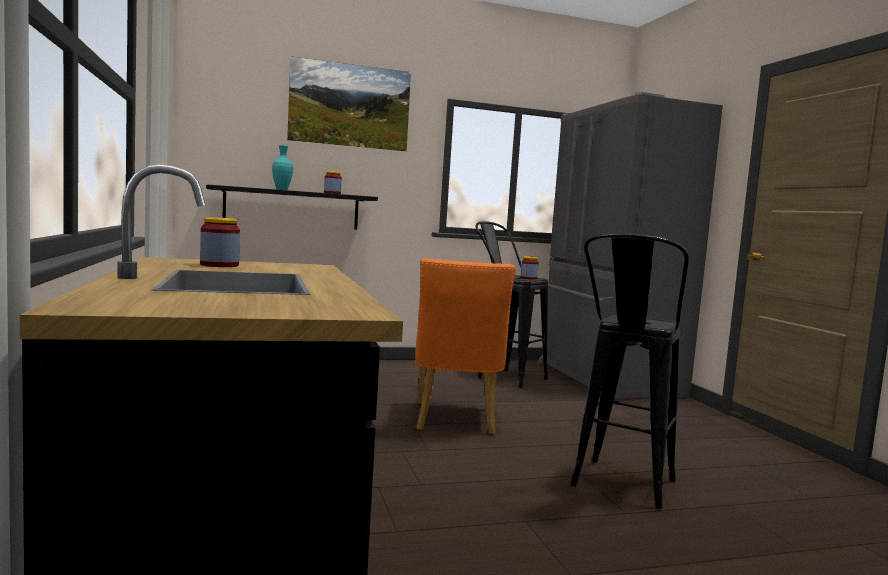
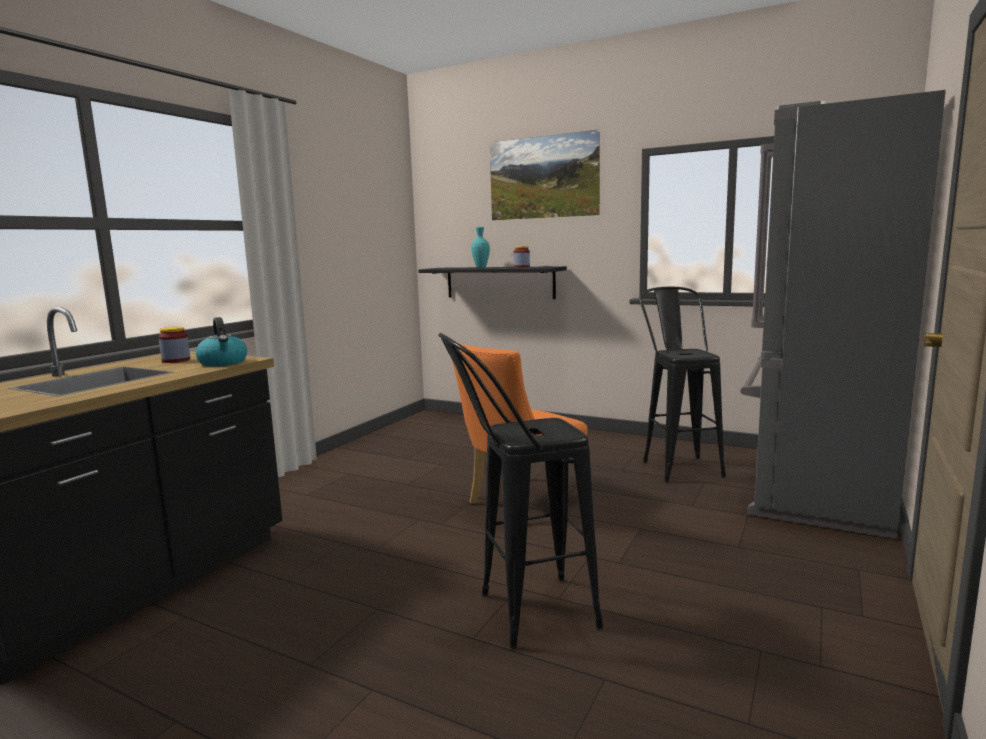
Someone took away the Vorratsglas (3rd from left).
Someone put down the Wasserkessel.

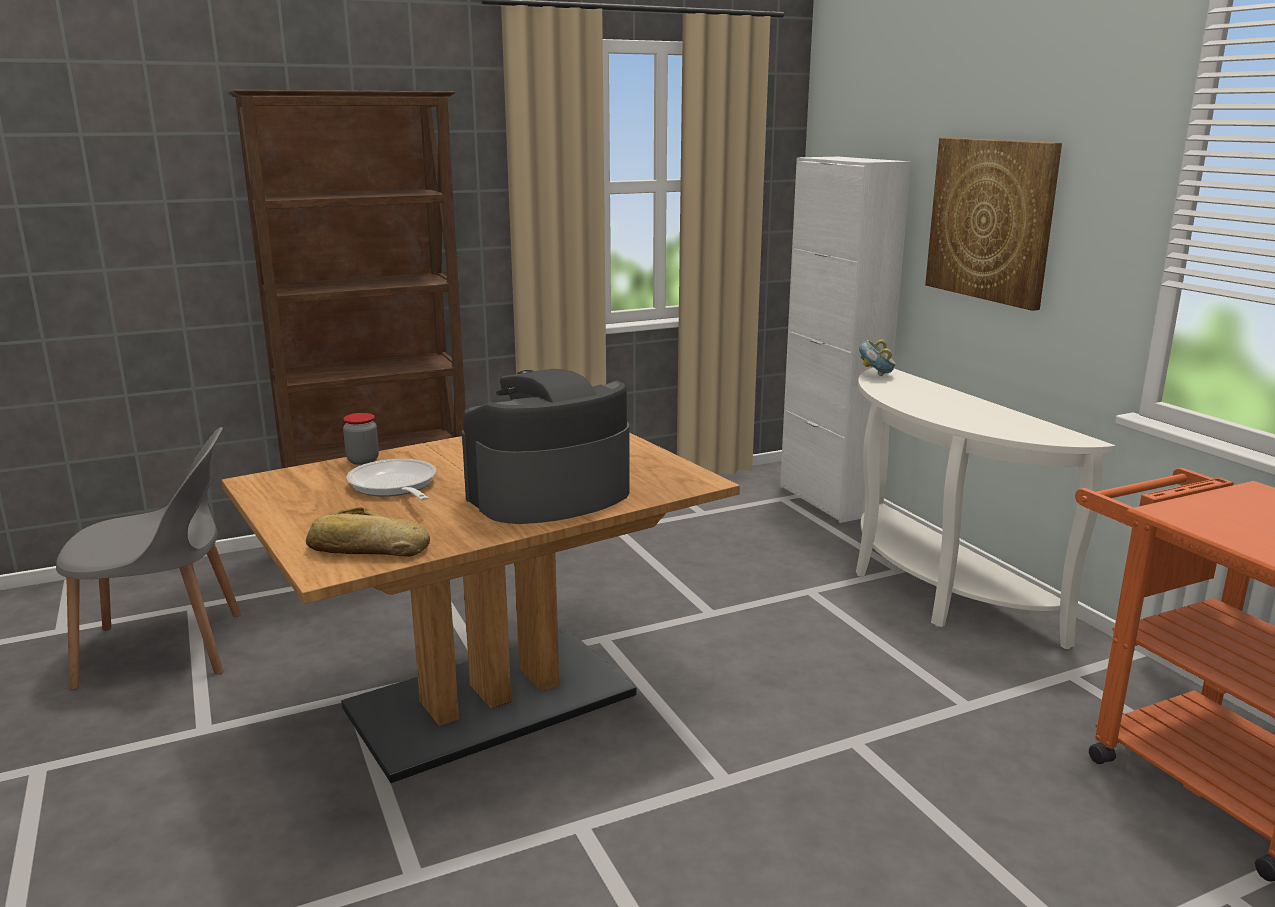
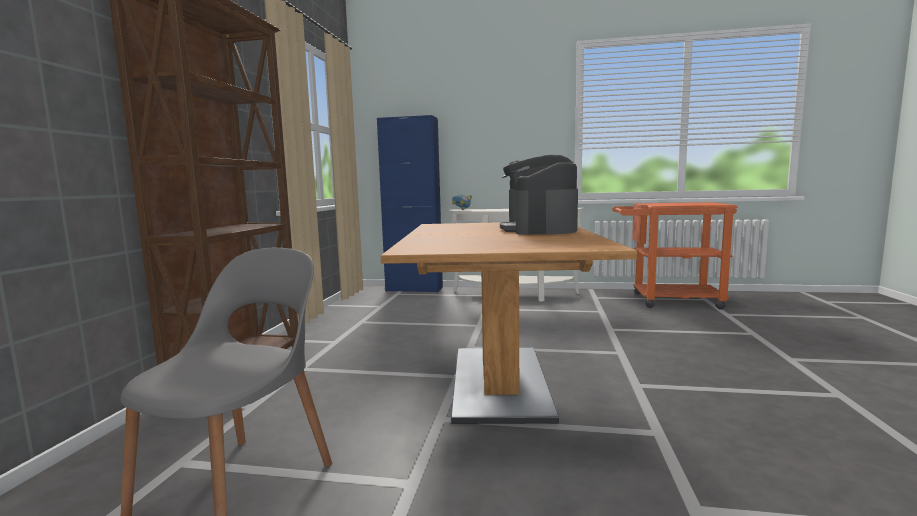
Someone took away the Bild.
Someone repainted the Schrank (weiß), which became the Schrank (blau).
Someone took away the Vorratsglas.
Someone took away the Pfanne.
Someone took away the Brot.

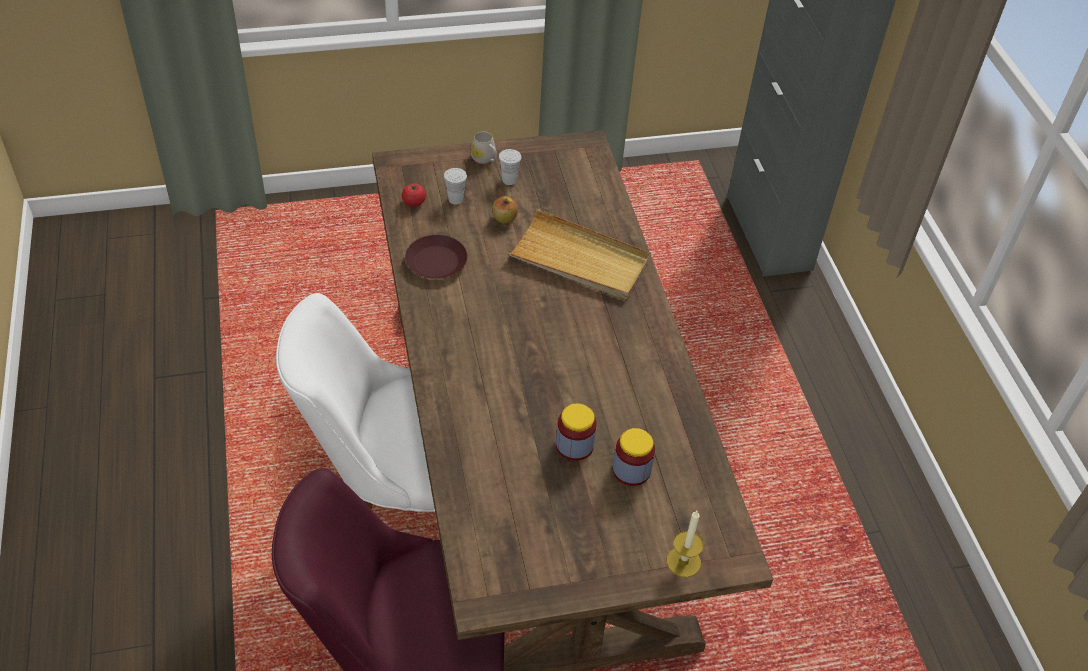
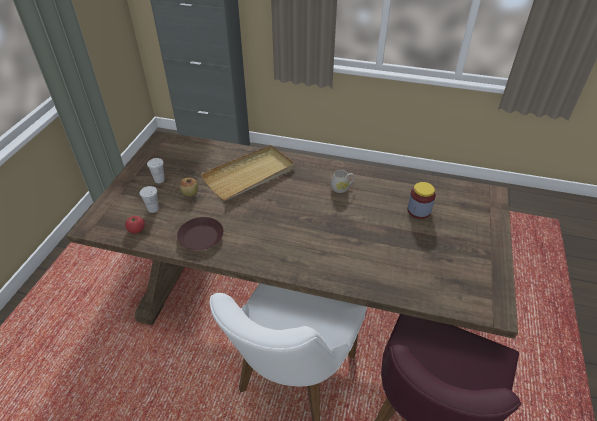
Someone carried the Henkelbecher (weiß).
Someone took away the Vorratsglas (1st from left).
Someone took away the Kerze.

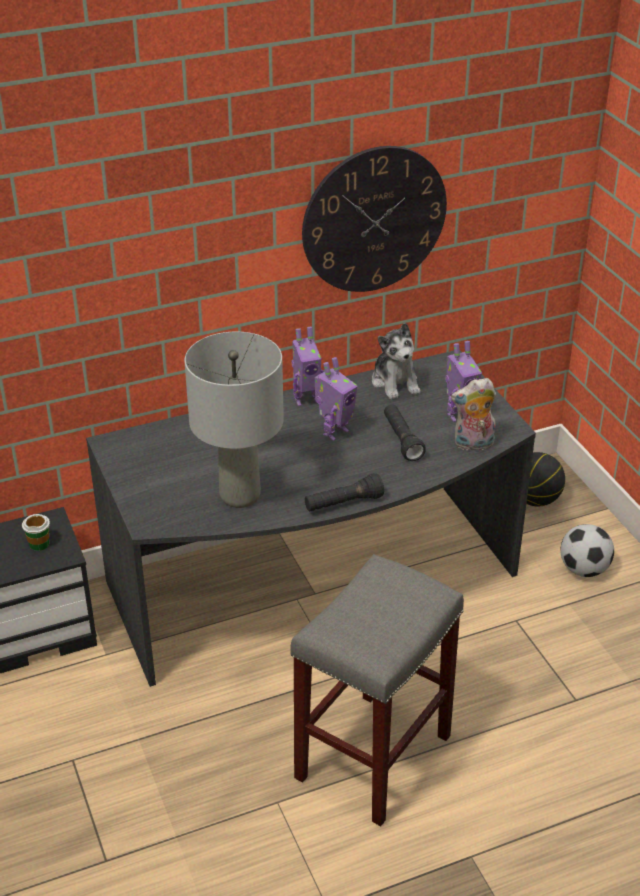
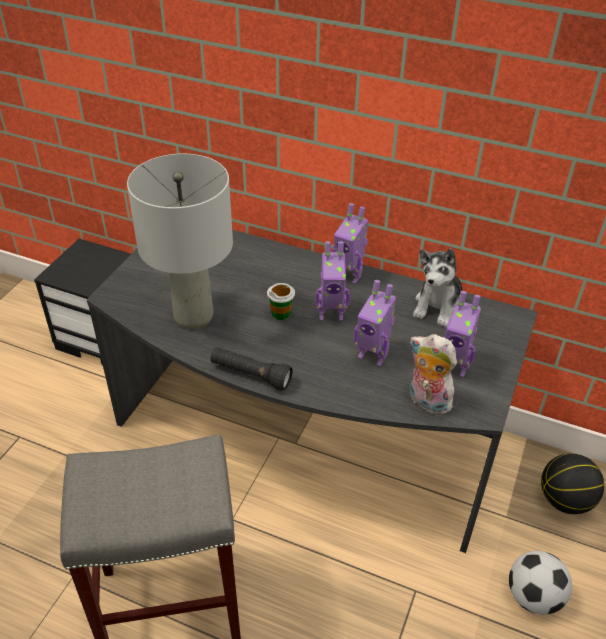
Someone took away the Wanduhr.
Someone swapped the Taschenlampe (schwarz) (2nd from left) for the Spielzeugroboter (3rd from left).
Someone carried the Tasse.

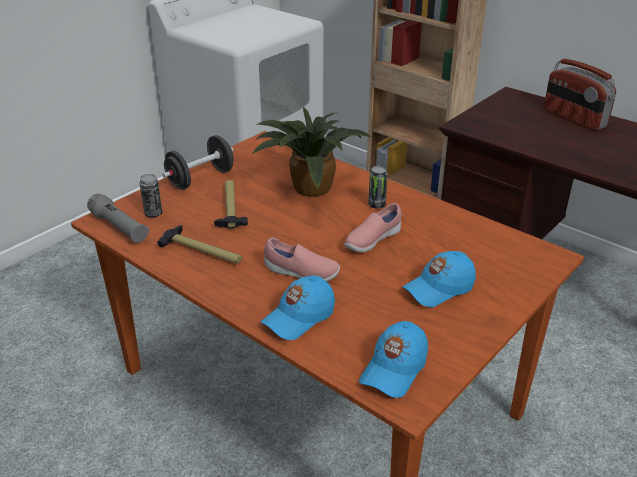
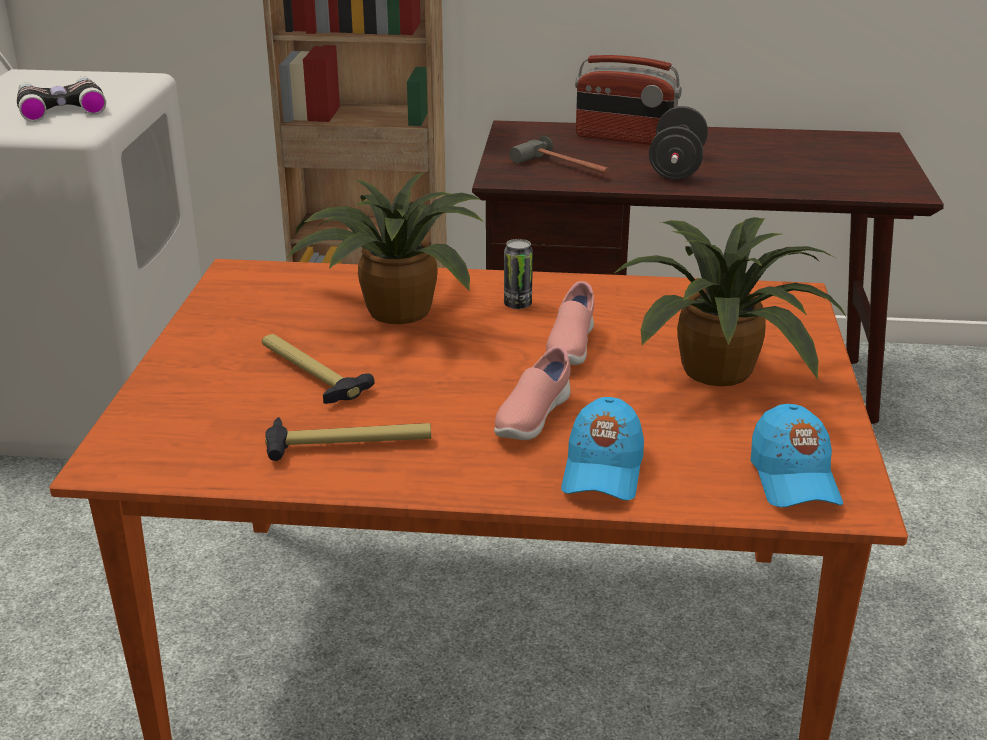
Someone carried the Hantel (schwarz).
Someone took away the Dose (1st from left).
Someone took away the Taschenlampe (grau).
Someone rotated the Schuh (rosa) (1st from left) by 135 degrees clockwise.
Someone swapped the Kappe (blau) (3rd from left) for the Topfpflanze (2nd from left).
Someone put down the Fernglas.
Someone put down the Hammer (3rd from left).

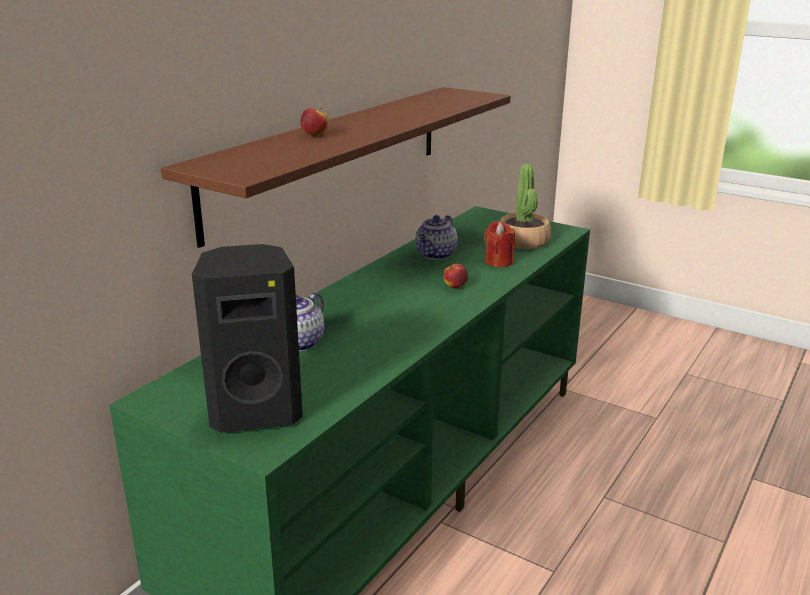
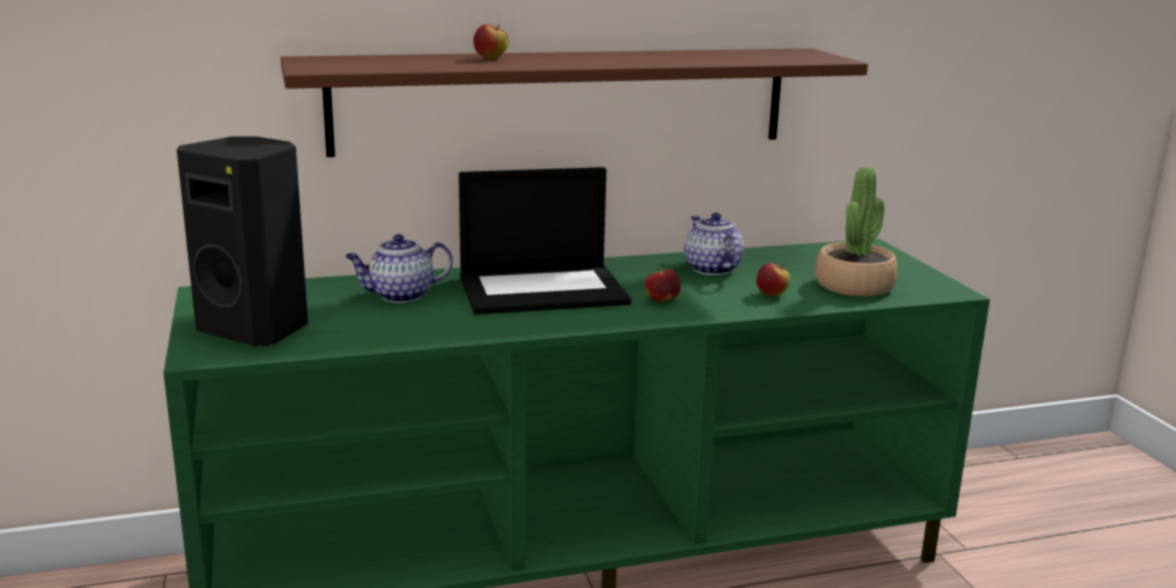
Someone rotated the Teekanne (2nd from left) by 90 degrees clockwise.
Someone swapped the Kerze (rot) for the Apfel (3rd from left).
Someone put down the Laptop.

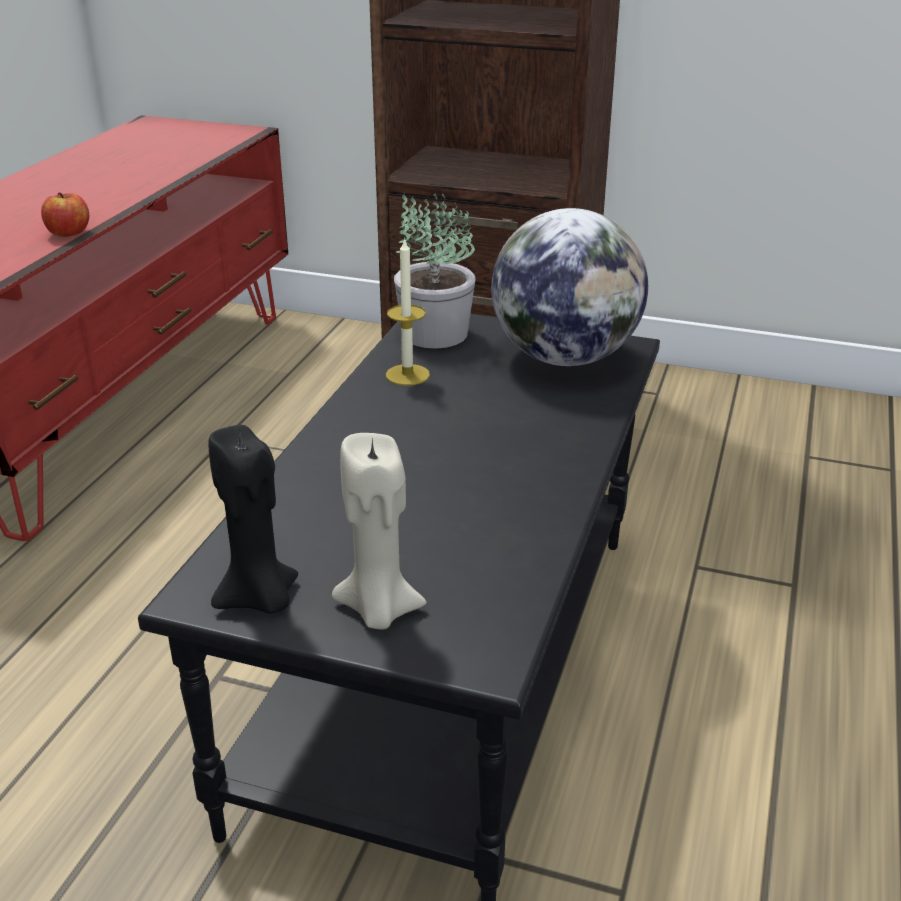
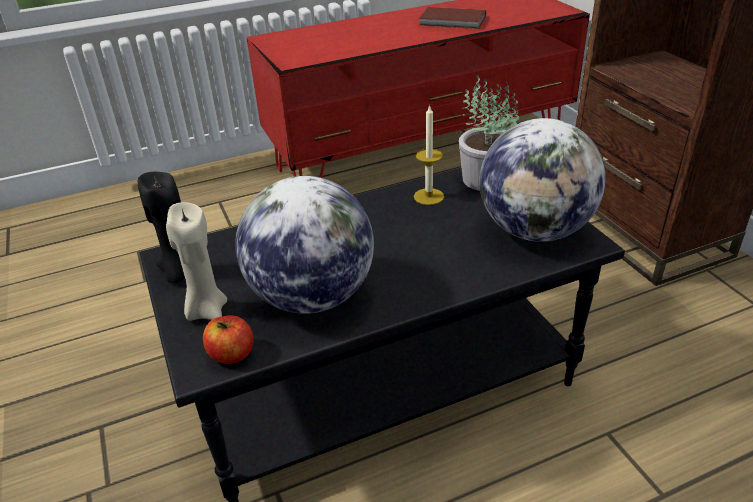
Someone carried the Apfel.
Someone put down the Buch (braun).
Someone put down the Globus (1st from left).

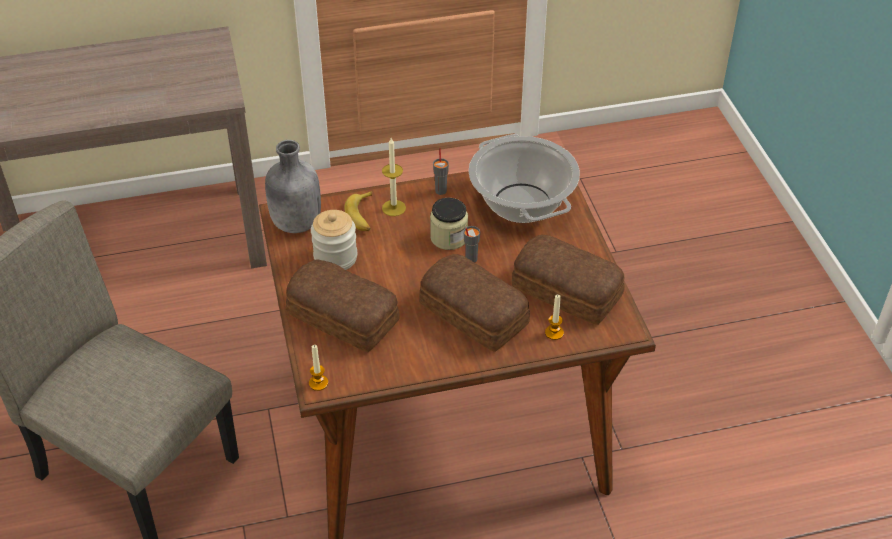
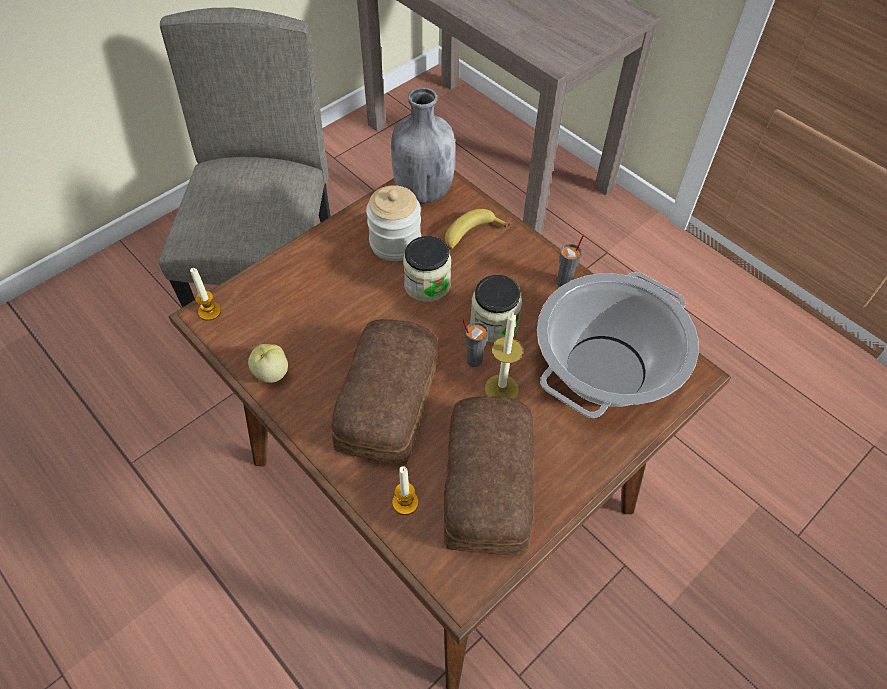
Someone carried the Kerze (2nd from left in the first image).
Someone took away the Brot (1st from left).
Someone put down the Vorratsglas (2nd from left).
Someone put down the Apfel.

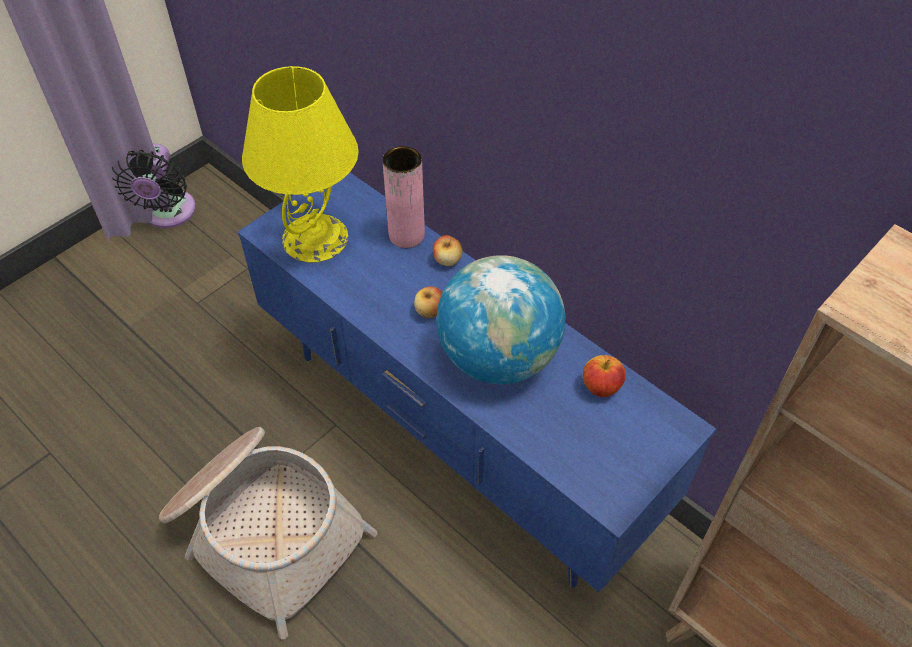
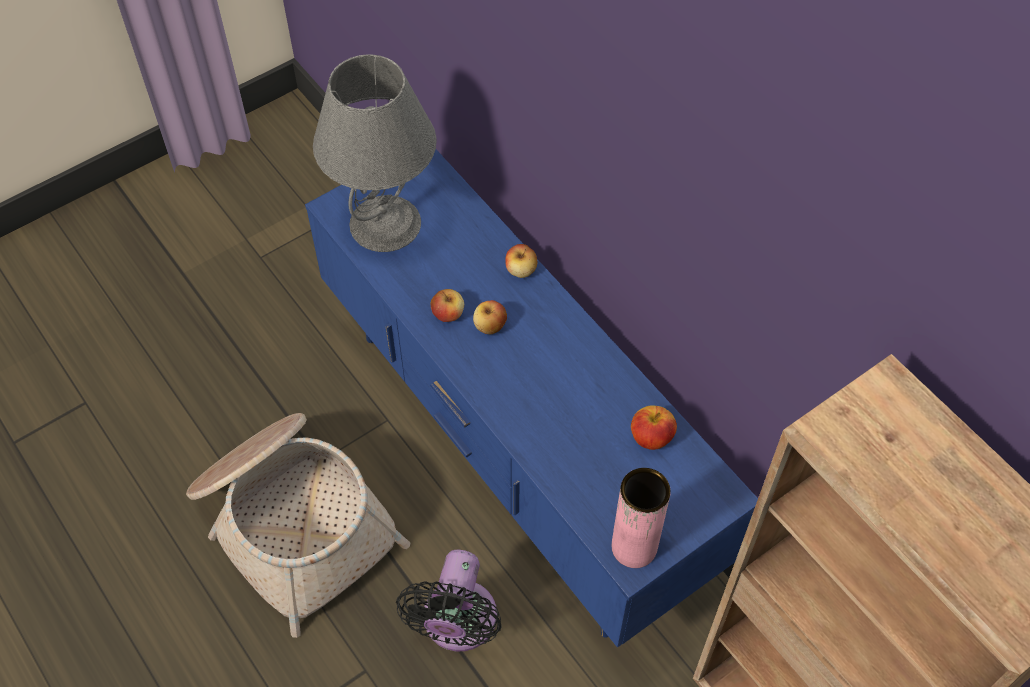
Someone repainted the Tischlampe (gelb), which became the Tischlampe (grau).
Someone carried the Ventilator (schwarz).
Someone carried the Vase (rosa).
Someone took away the Globus.
Someone put down the Apfel (1st from left).

